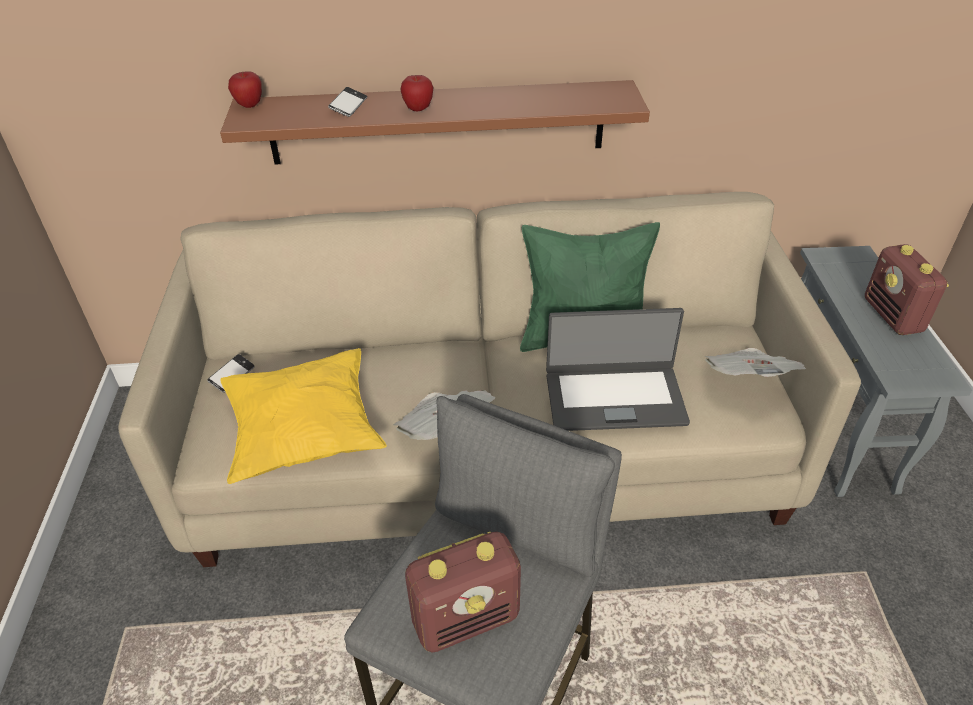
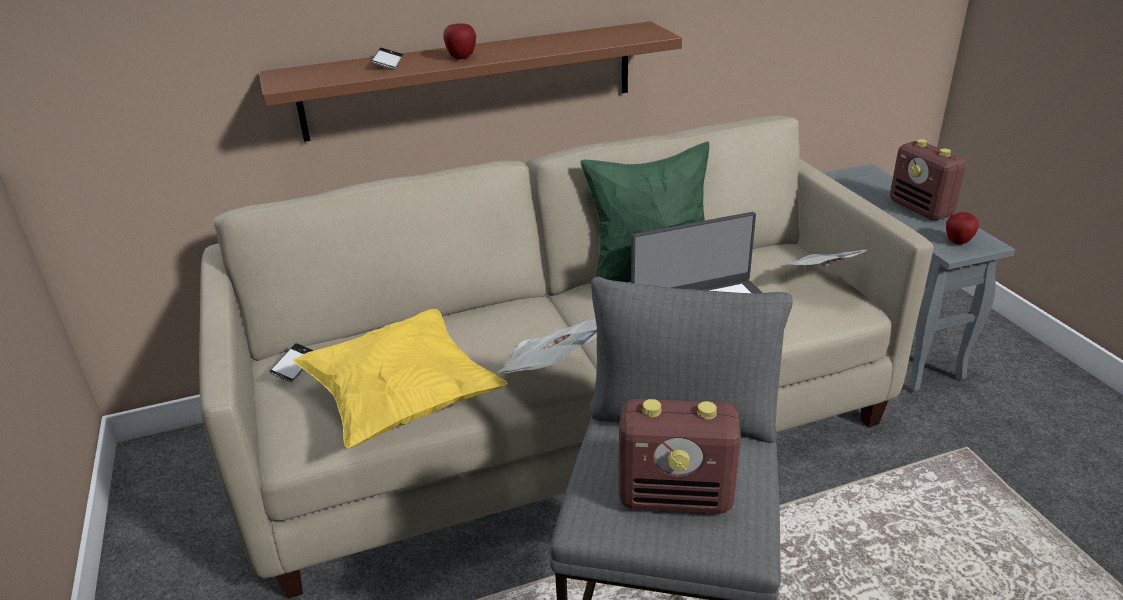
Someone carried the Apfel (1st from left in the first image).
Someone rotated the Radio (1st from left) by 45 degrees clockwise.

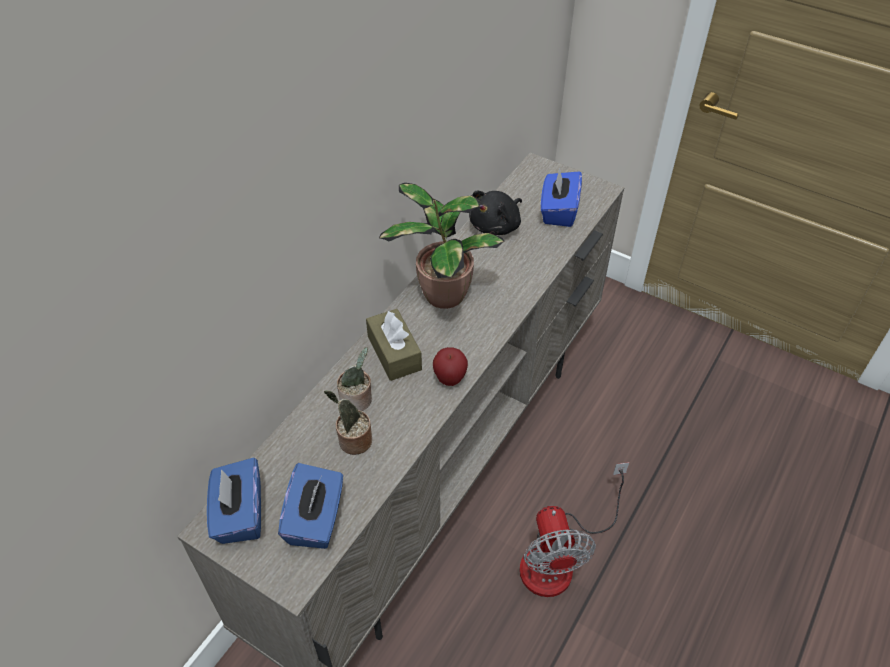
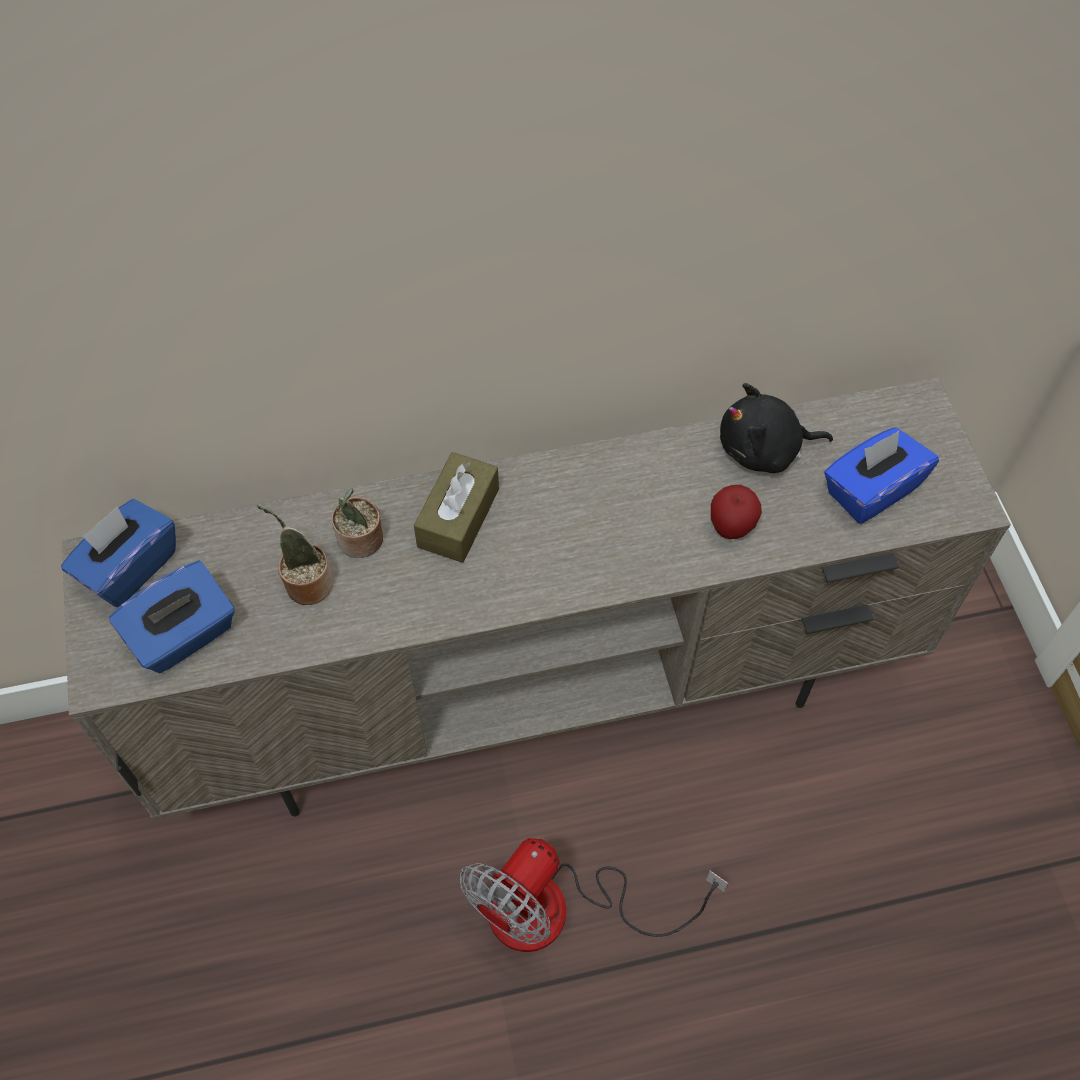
Someone took away the Topfpflanze (3rd from left).
Someone carried the Apfel.

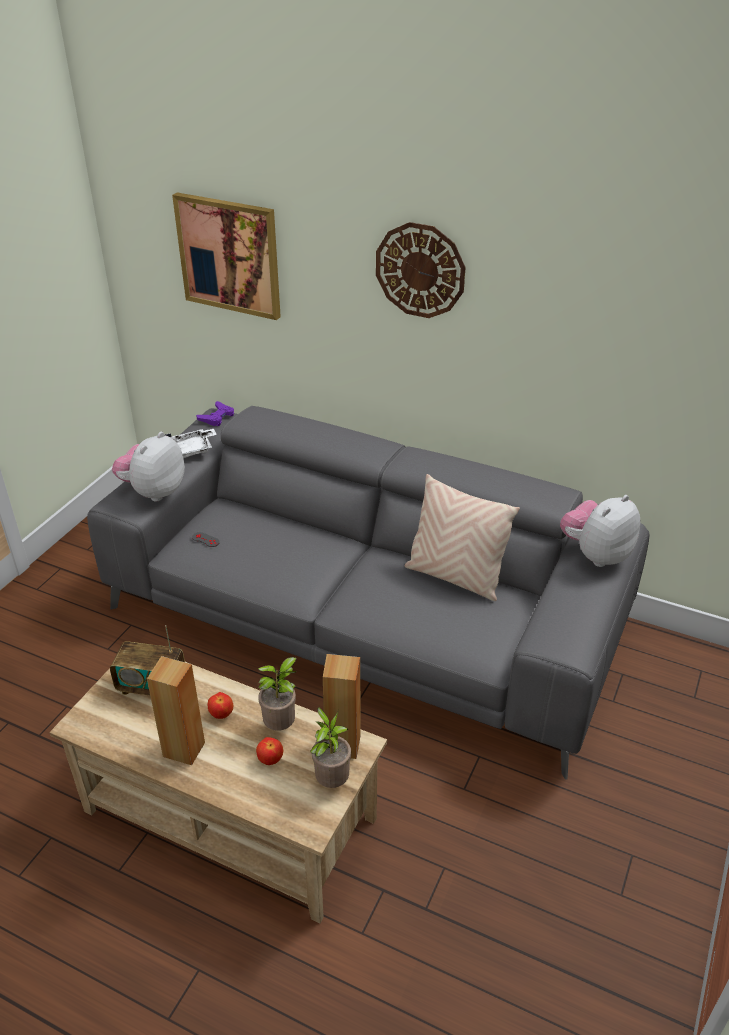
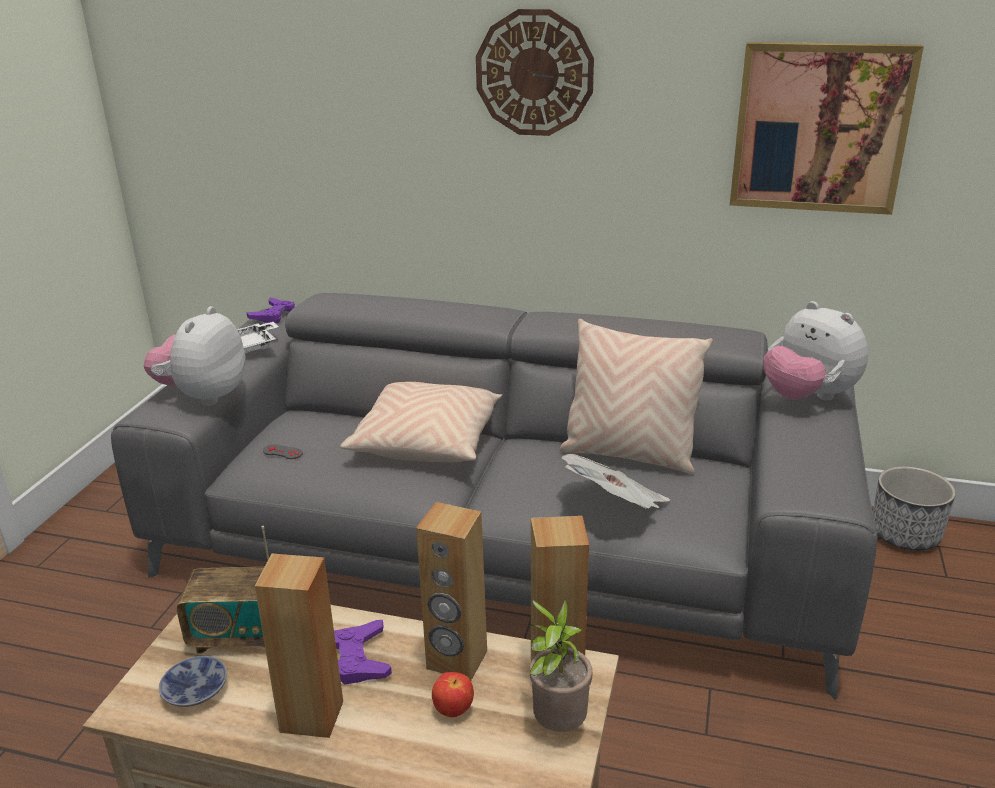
Someone carried the Bild.
Someone rotated the Plüschtier (2nd from left) by 75 degrees counterclockwise.
Someone swapped the Topfpflanze (1st from left) for the Lautsprecher (braun) (2nd from left).
Someone swapped the Apfel (1st from left) for the Gamepad (lila) (2nd from left).
Someone put down the Kissen (beige) (1st from left).
Someone put down the Zeitung.
Someone put down the Pflanzkübel.
Someone put down the Schüssel.

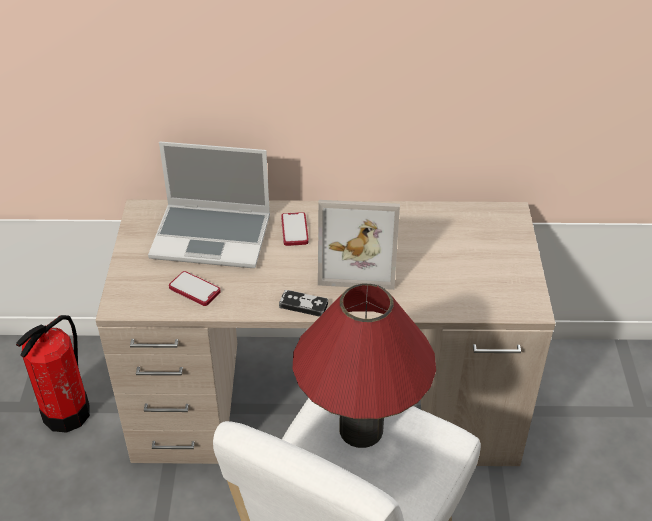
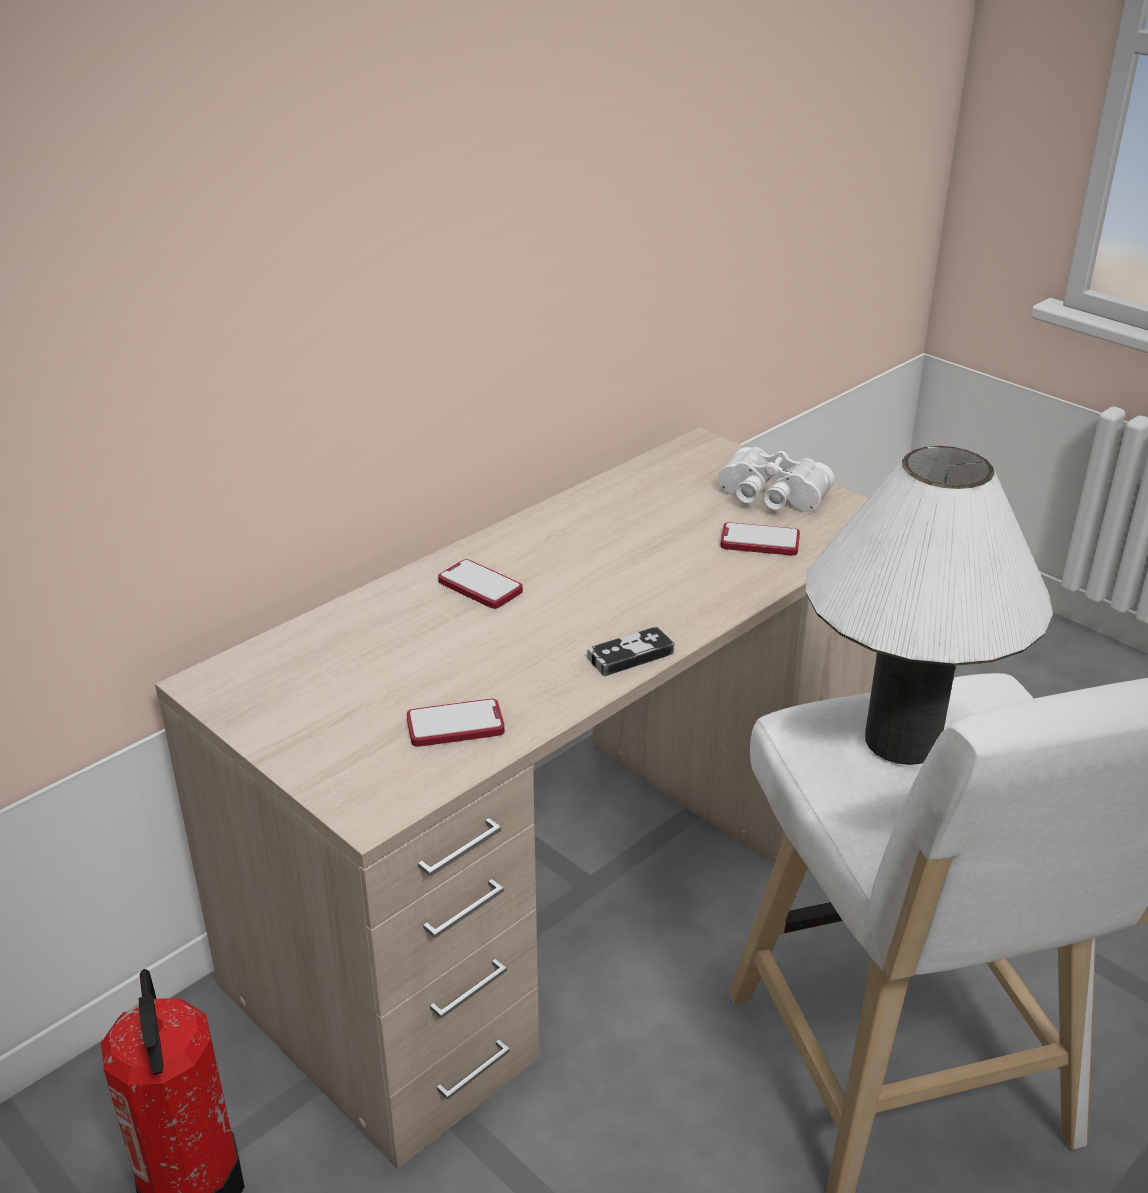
Someone took away the Laptop.
Someone took away the Bilderrahmen.
Someone repainted the Tischlampe (rot), which became the Tischlampe (weiß).
Someone put down the Fernglas (weiß).
Someone put down the Handy (3rd from left).

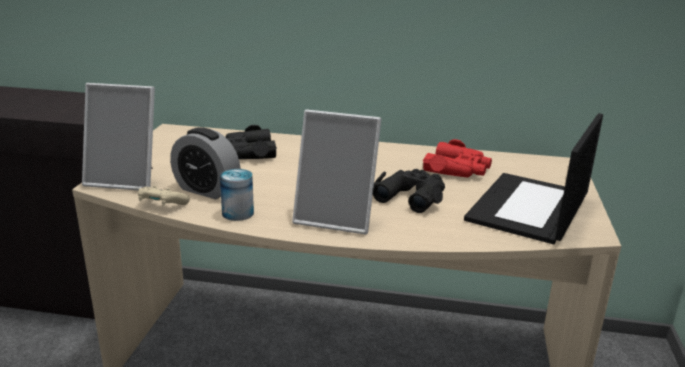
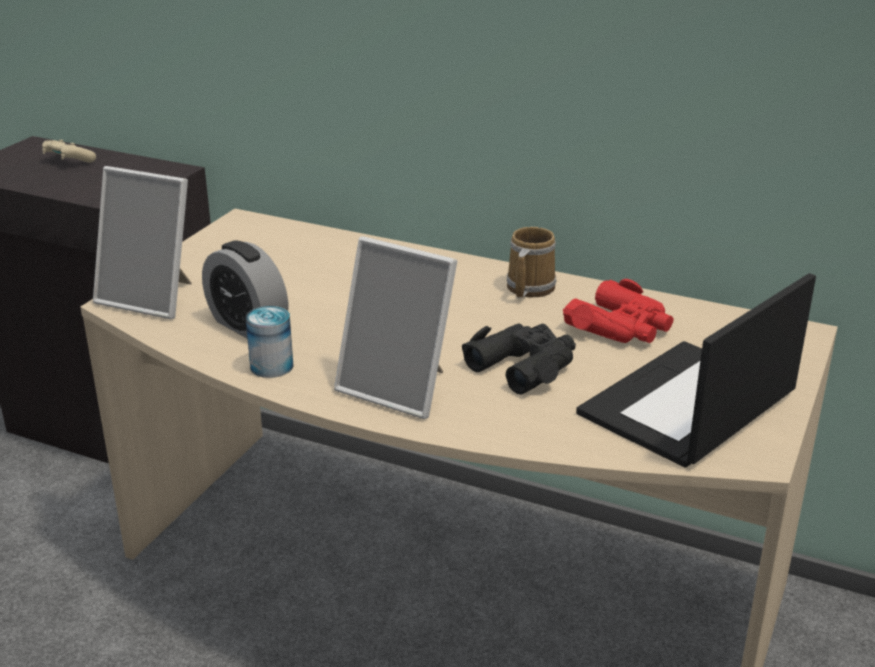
Someone took away the Fernglas (schwarz) (1st from left).
Someone carried the Gamepad (beige).
Someone put down the Henkelbecher.

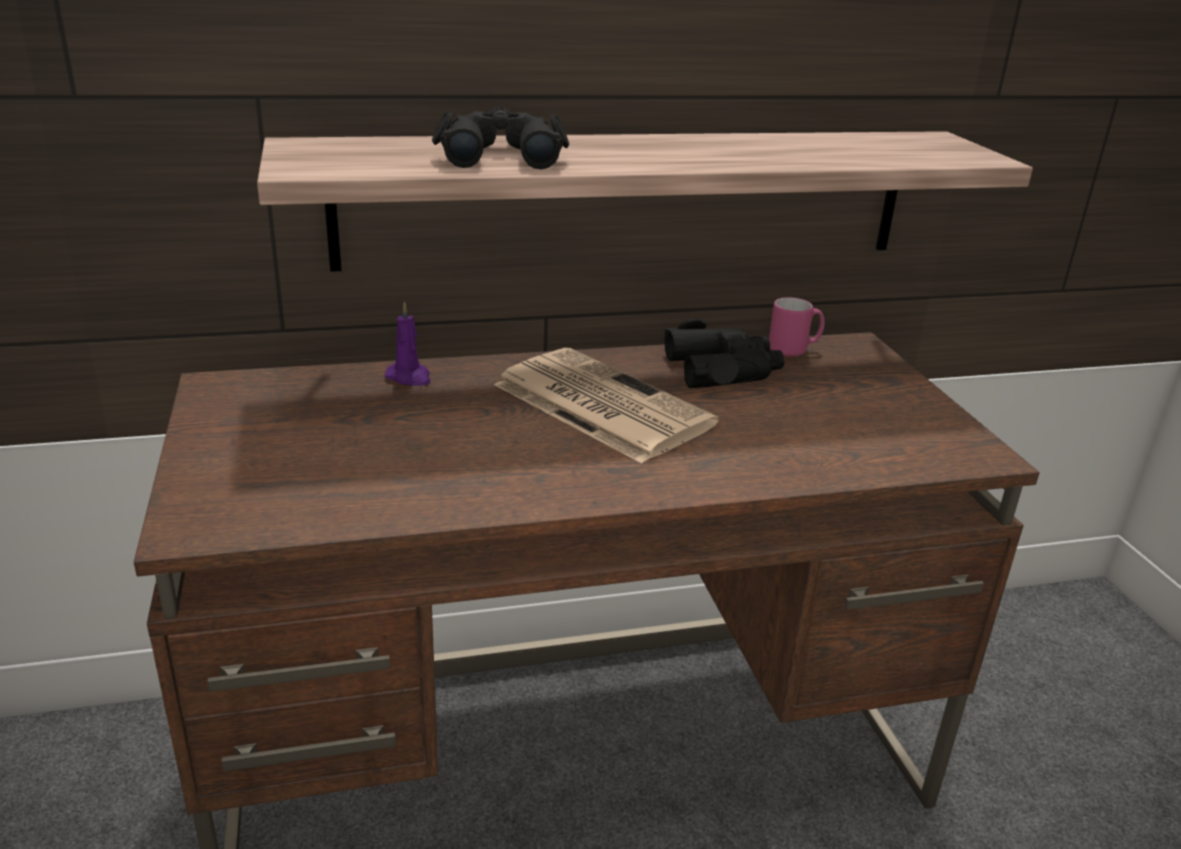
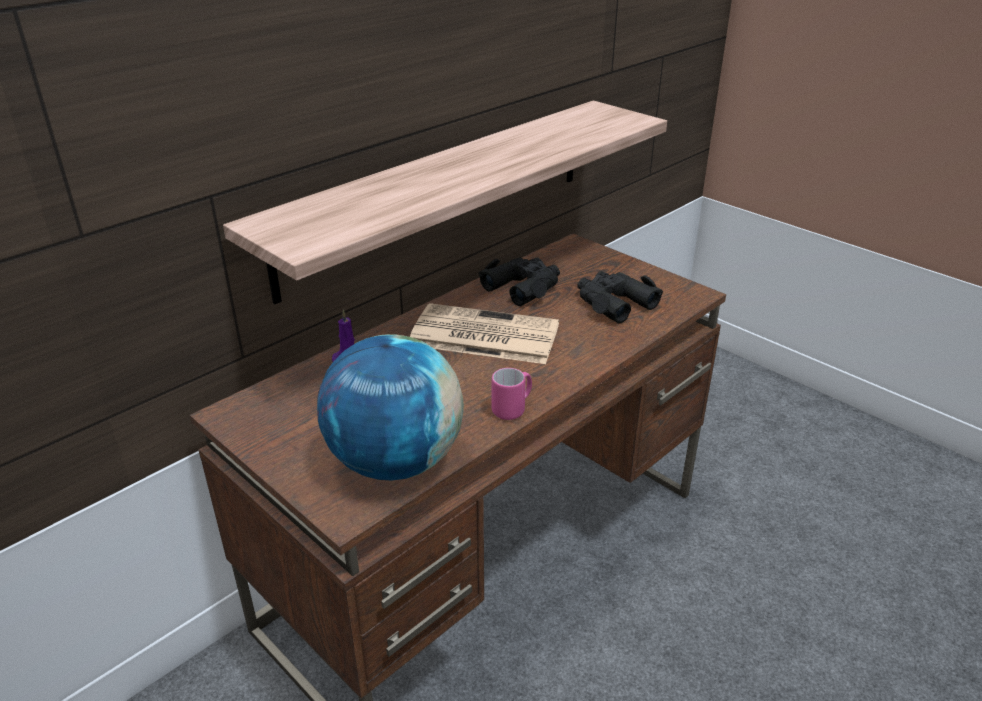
Someone carried the Fernglas (schwarz) (1st from left in the first image).
Someone carried the Henkelbecher (rosa).
Someone put down the Globus.

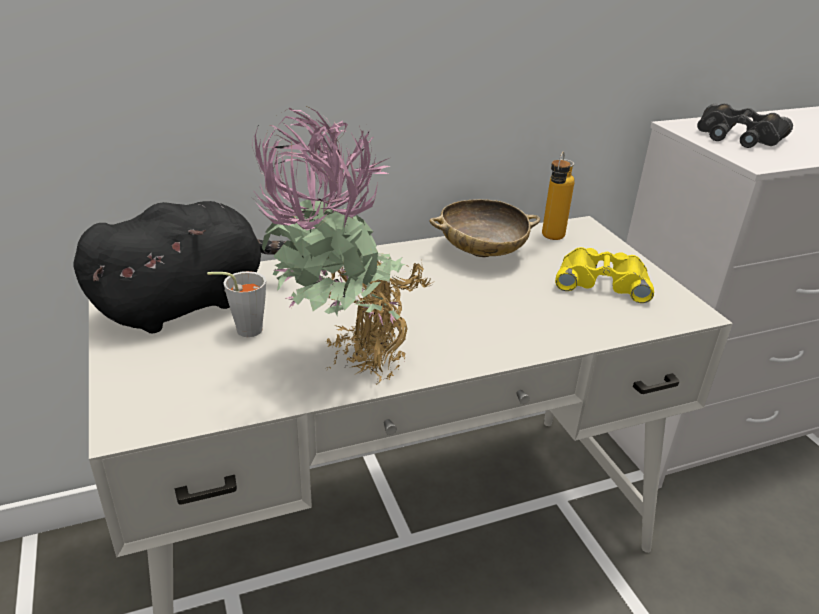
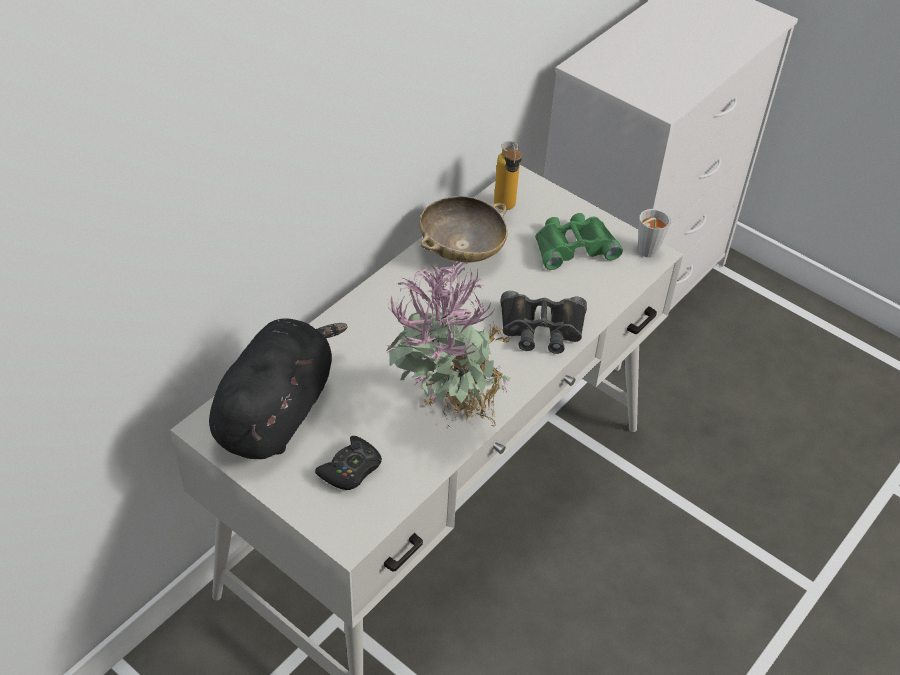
Someone carried the Fernglas (schwarz).
Someone repainted the Fernglas (gelb), which became the Fernglas (grün).
Someone carried the Tasse (grau).
Someone put down the Gamepad (schwarz).

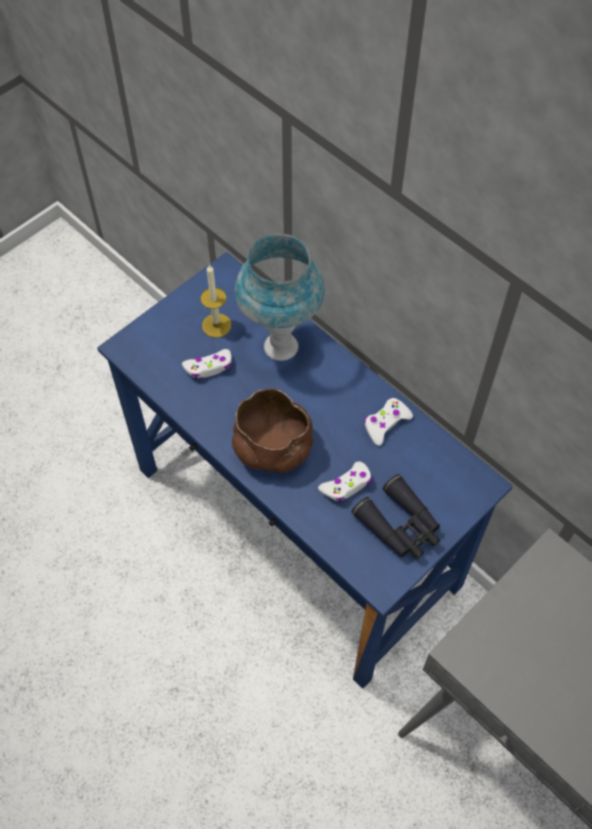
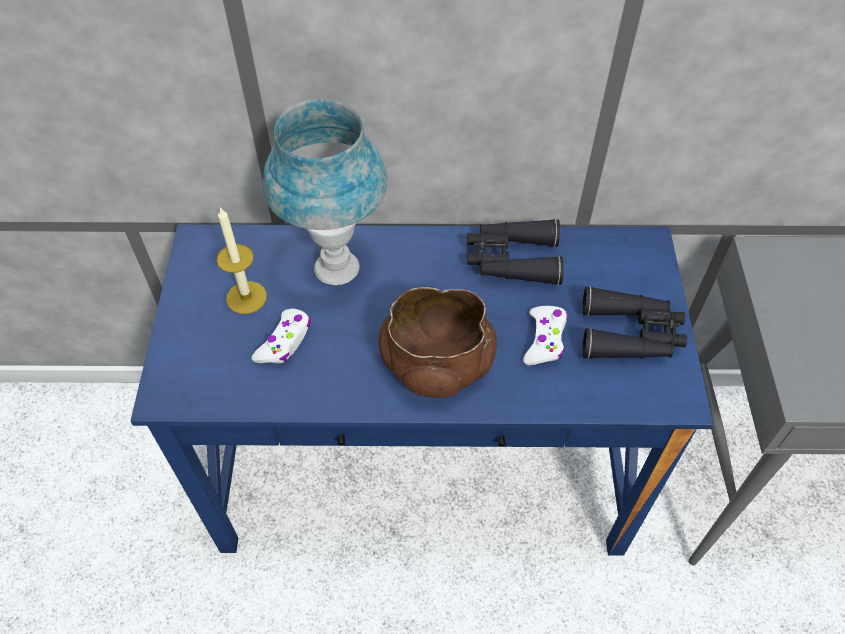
Someone swapped the Gamepad (weiß) (3rd from left) for the Fernglas (schwarz) (1st from left).

